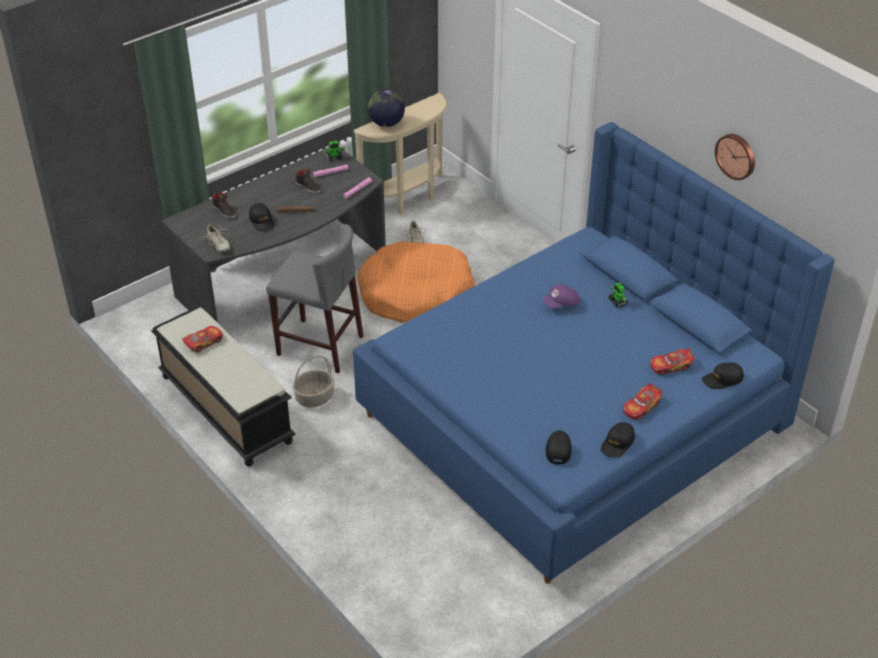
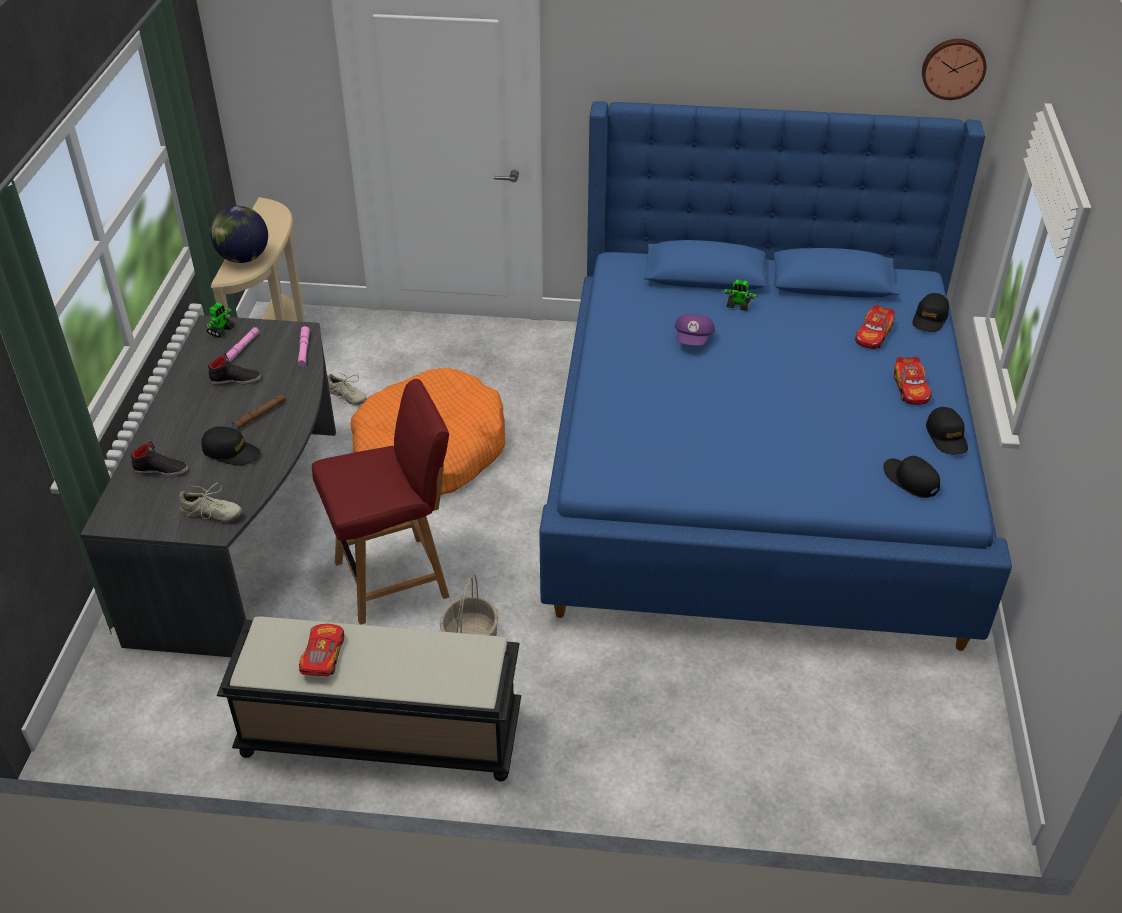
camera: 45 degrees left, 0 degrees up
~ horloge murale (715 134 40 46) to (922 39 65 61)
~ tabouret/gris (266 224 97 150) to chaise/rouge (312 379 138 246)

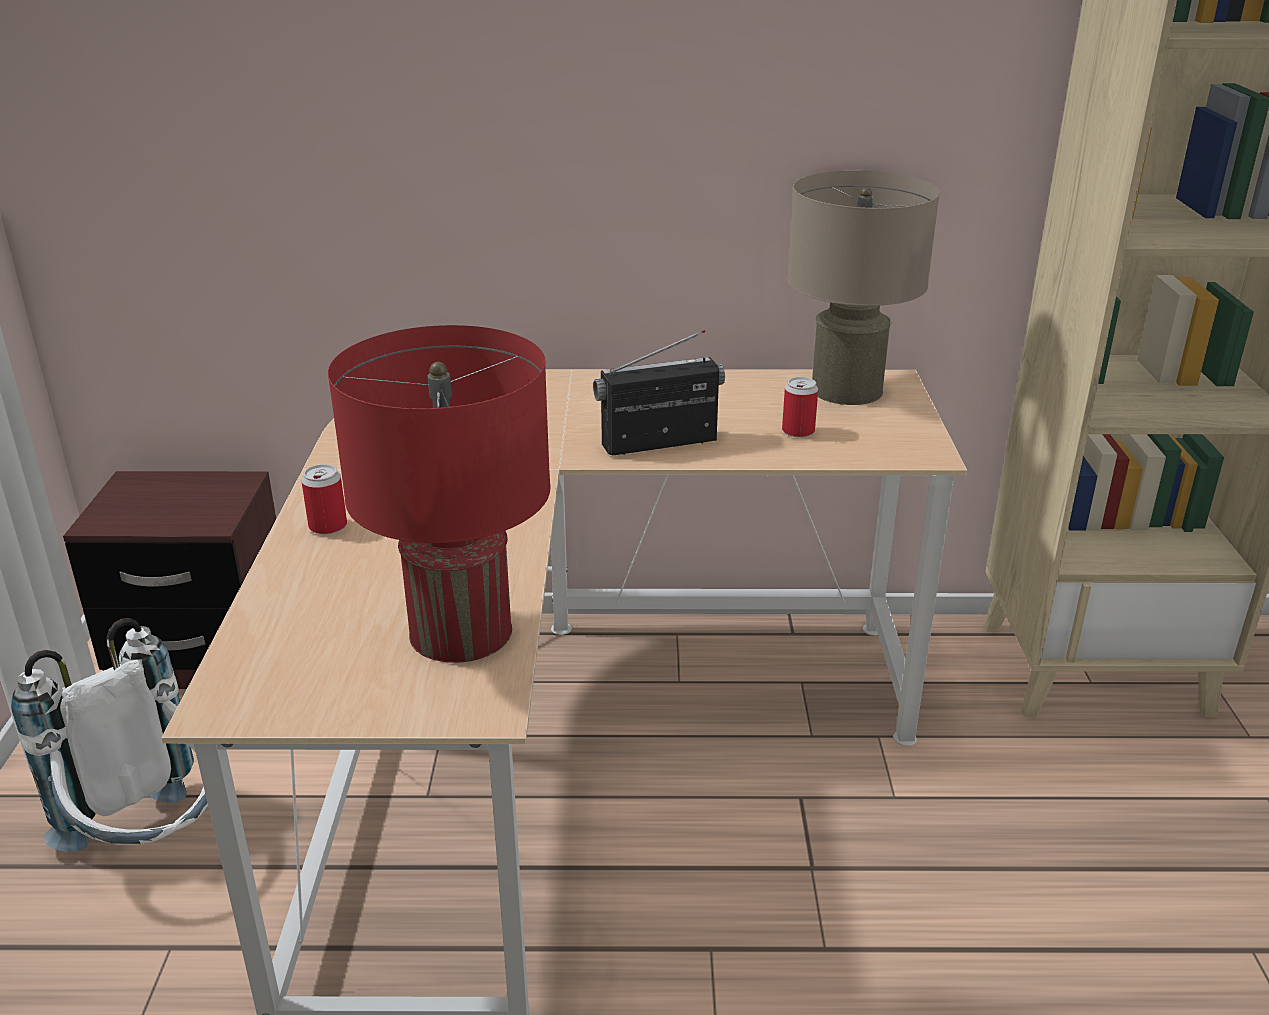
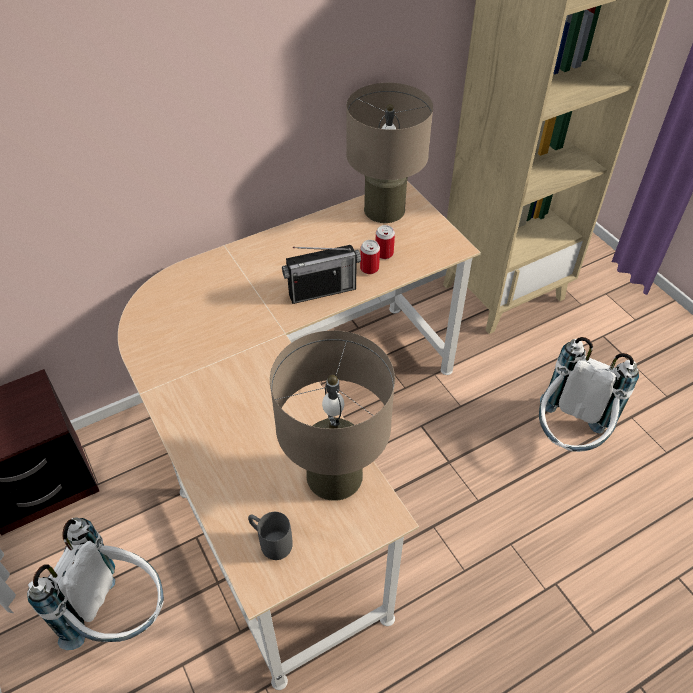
camera: 30 degrees left, 20 degrees up
+ mug/gris (248 512 45 48)
+ sac à dos/blanc (539 337 100 115)
~ boîte métallique (301 464 46 70) to (360 240 20 34)
~ lampe de table/rouge (328 325 222 338) to lampe de table/beige (270 330 125 171)
~ radio (593 330 132 126) = (282 245 79 59) 150 degrees counterclockwise

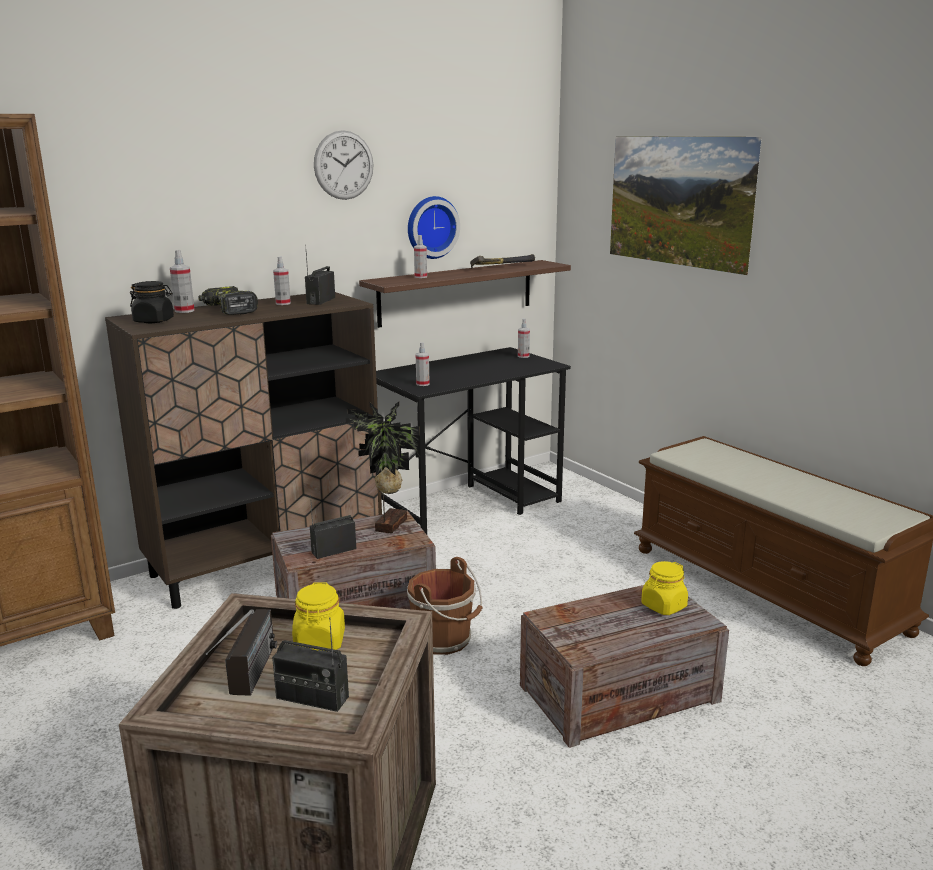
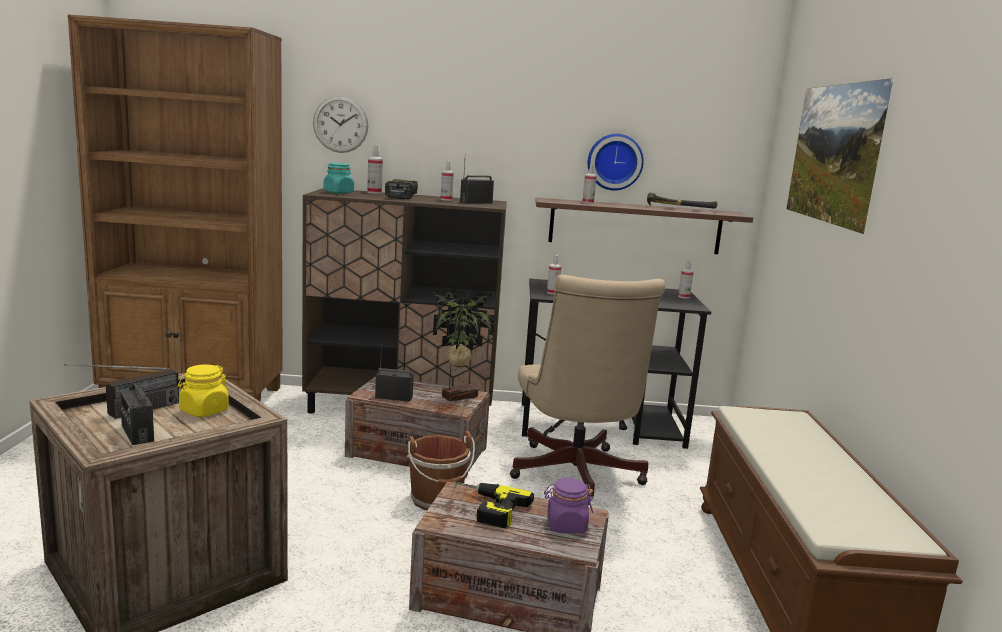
camera: 35 degrees right, 5 degrees down
+ perceuse (452 481 82 47)
+ chaise de bureau/beige (510 275 155 226)
~ horloge murale (314 130 60 70) to (313 96 55 57)
~ bocal/noir (130 281 44 42) to bocal/turquoise (323 163 31 31)
~ bocal/jaune (641 561 47 54) to bocal/violet (544 478 49 55)

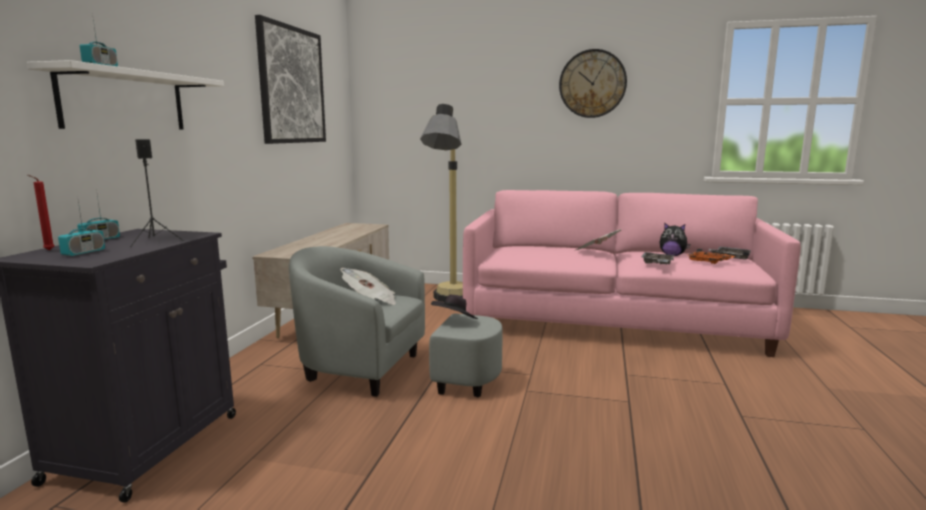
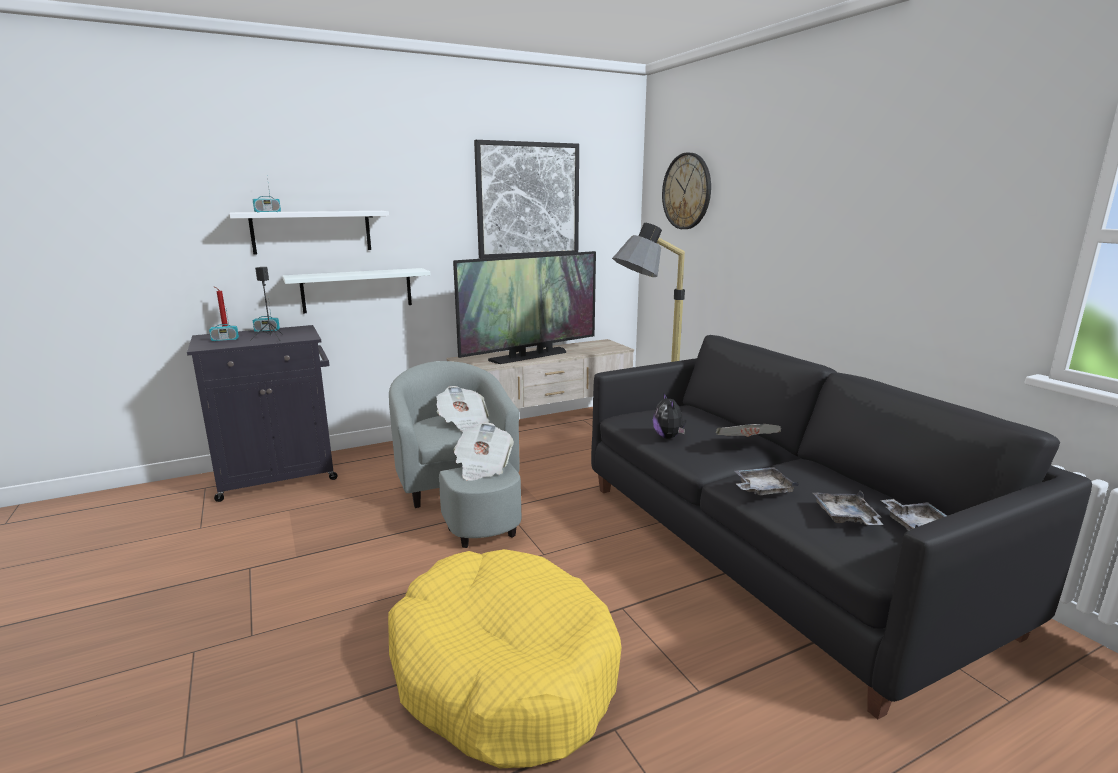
camera: 50 degrees right, 5 degrees up
+ étagère/blanc (283 268 147 45)
+ panier pour chien/jaune (388 549 233 219)
+ téléviseur (453 251 143 113)
~ horloge murale (559 49 68 69) to (662 153 49 76)
~ peluche (660 223 31 33) to (653 392 33 47)
~ chapeau/noir (431 295 47 24) to journal (453 423 61 57)
~ canapé/rose (463 190 338 167) to canapé/noir (591 335 501 385)
~ plateau/orange (687 248 48 16) to plateau/gris (813 491 71 34)

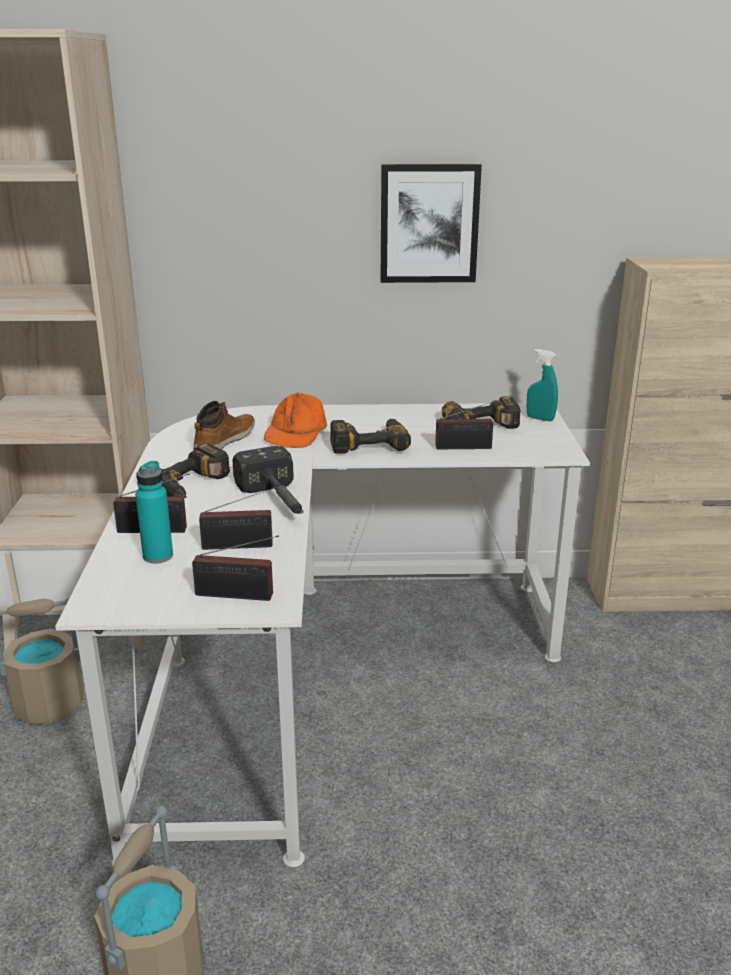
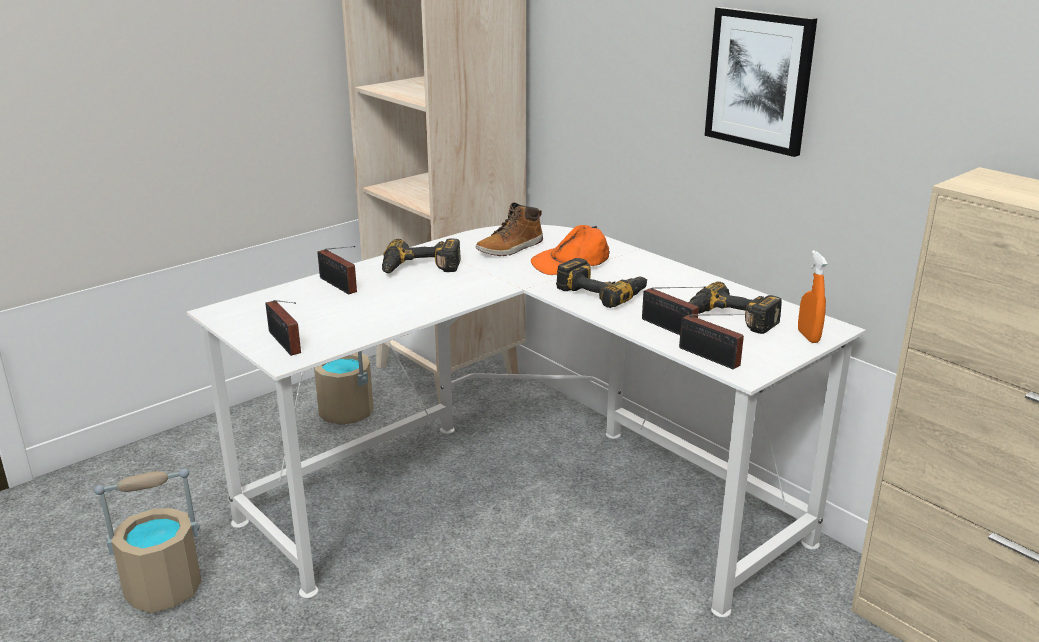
camera: 50 degrees right, 0 degrees up
- bouteille/turquoise (135 461 38 102)
- marteau (232 446 72 68)
~ radio (199 486 79 64) to (679 314 73 55)
~ vaporisateur/turquoise (527 349 31 72) to vaporisateur/orange (798 250 29 93)
~ botte (194 401 61 49) = (476 202 67 54) 150 degrees clockwise

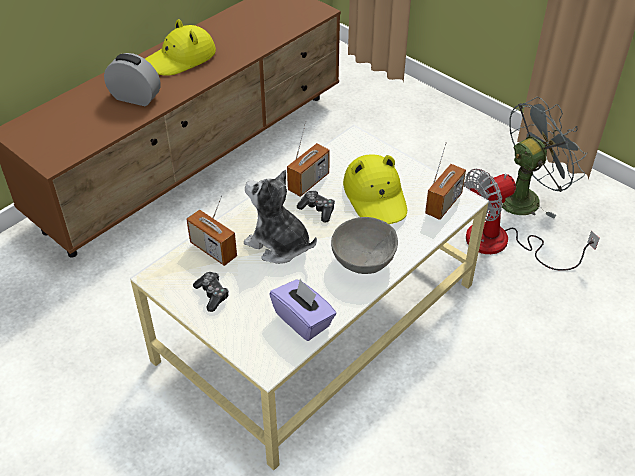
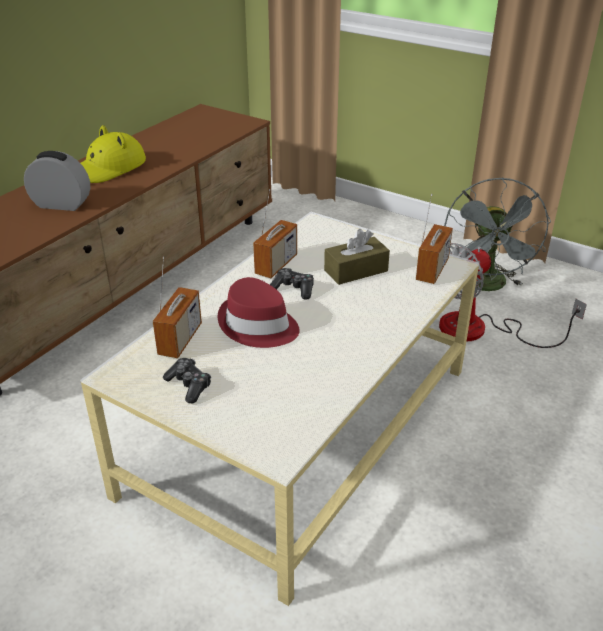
camera: 10 degrees left, 10 degrees down
- boîte à mouchoirs/violet (269 279 67 62)
- bol/gris (331 217 67 57)
~ peluche (244 170 73 94) to chapeau/rouge (218 277 82 71)
~ chapeau/jaune (343 154 64 70) to boîte à mouchoirs/marron (324 229 66 56)
~ radio (186 195 51 71) = (153 256 49 102) 105 degrees counterclockwise
~ ventilateur/gris (501 97 86 121) = (444 177 107 114) 135 degrees clockwise

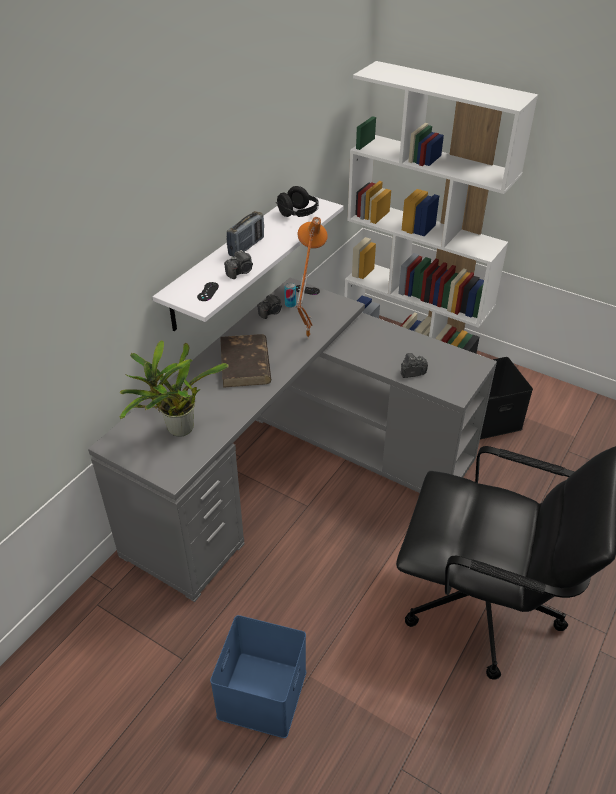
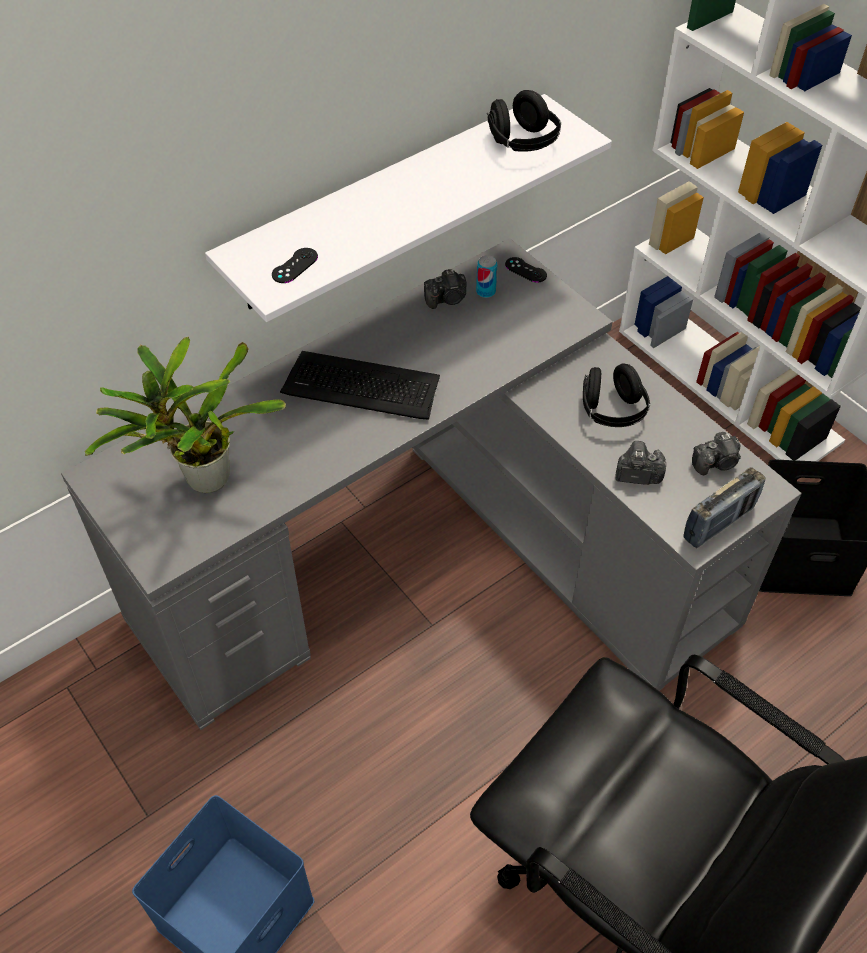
camera: 20 degrees right, 10 degrees up
- lampe de table/orange (296 217 32 121)
+ casque audio/noir (583 363 67 64)
~ appareil photo (224 250 29 29) to (692 432 49 43)
~ radio (227 211 37 46) to (684 467 82 81)
~ livre/marron (220 334 51 54) to clavier (280 351 160 69)

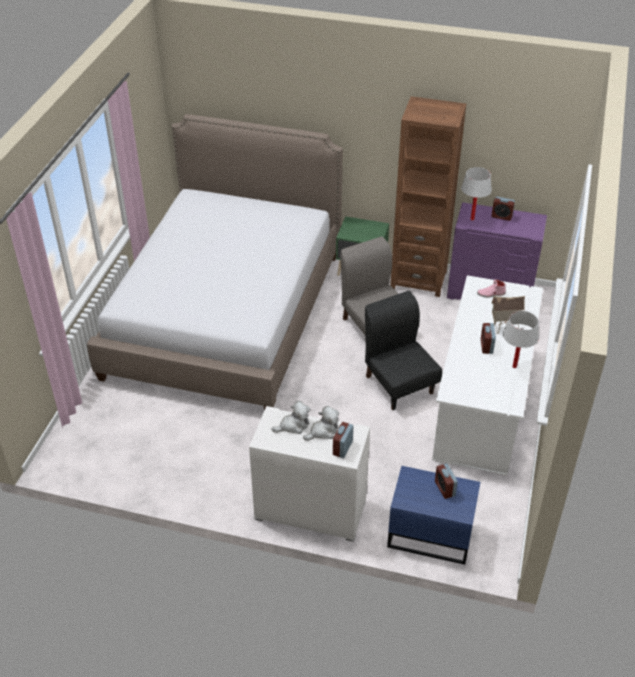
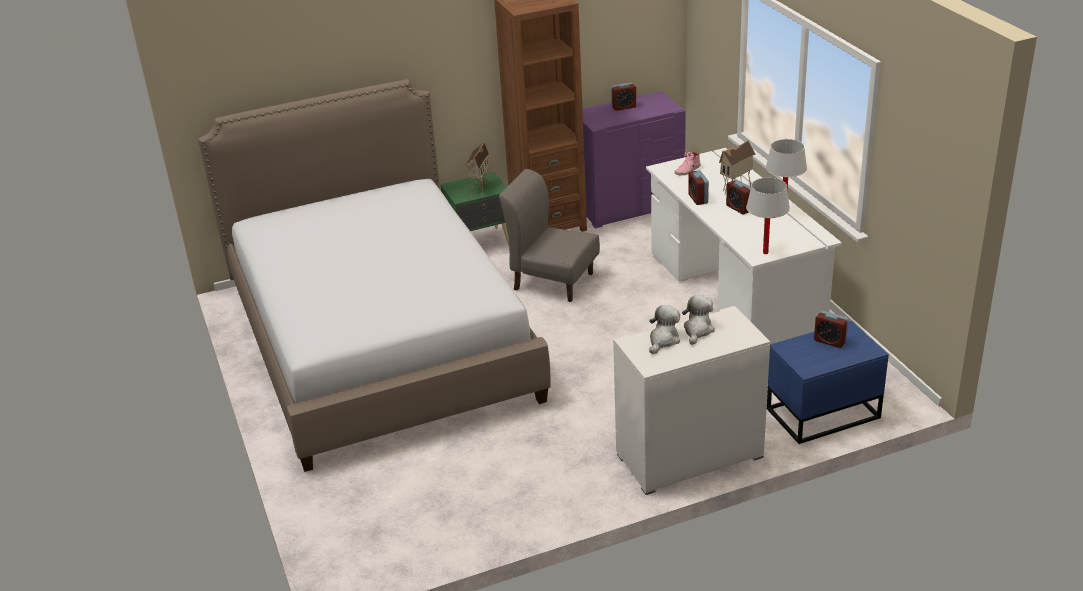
camera: 35 degrees left, 10 degrees down
- chaise/noir (365 291 77 119)
+ maison miniature (465 142 25 54)
~ réveil (333 422 20 36) to (688 170 21 35)
~ lampe de table/blanc (461 167 31 54) to (746 177 44 77)

